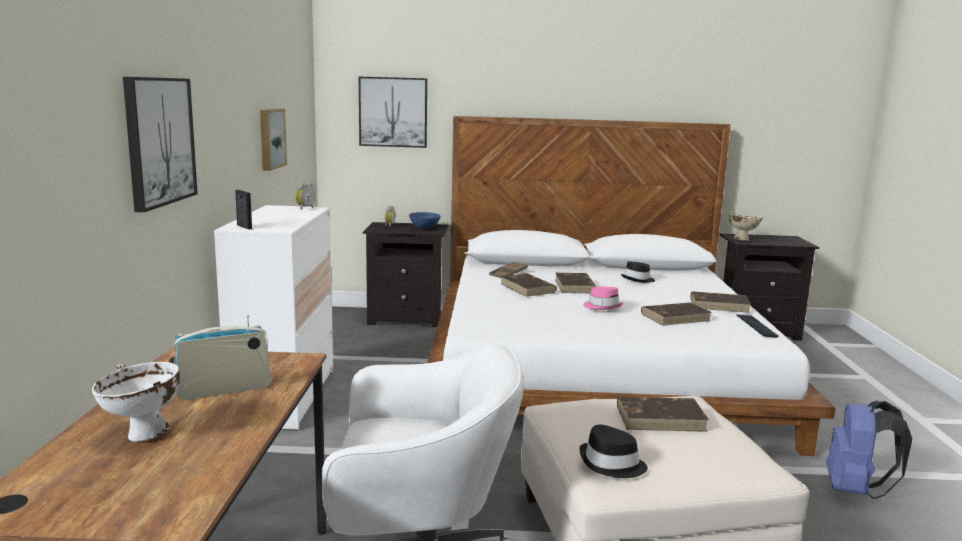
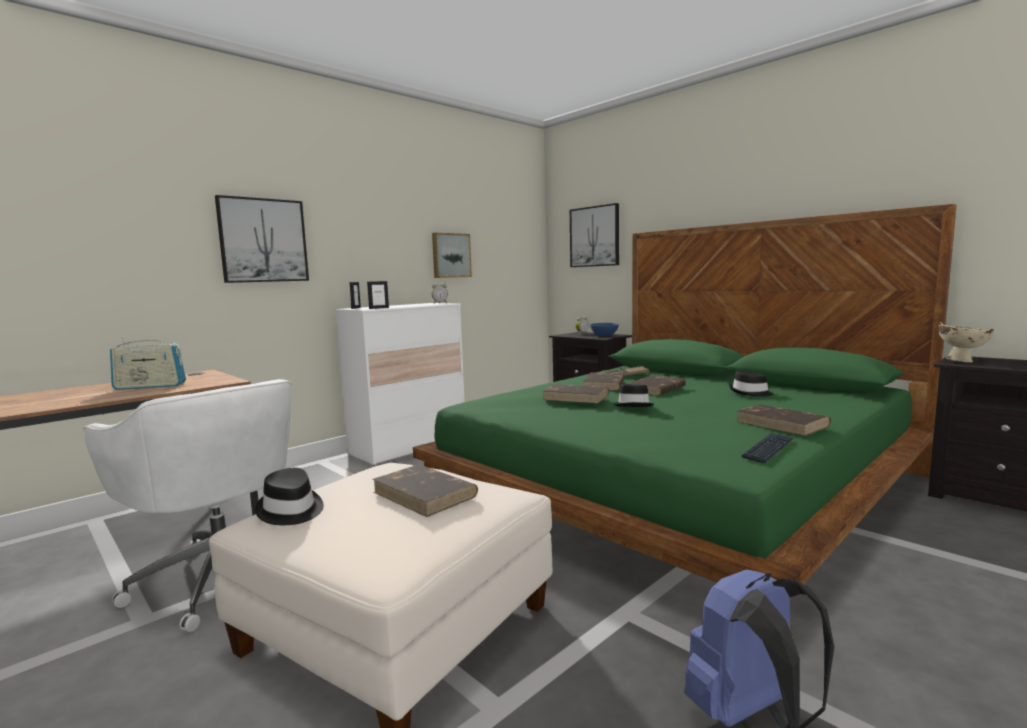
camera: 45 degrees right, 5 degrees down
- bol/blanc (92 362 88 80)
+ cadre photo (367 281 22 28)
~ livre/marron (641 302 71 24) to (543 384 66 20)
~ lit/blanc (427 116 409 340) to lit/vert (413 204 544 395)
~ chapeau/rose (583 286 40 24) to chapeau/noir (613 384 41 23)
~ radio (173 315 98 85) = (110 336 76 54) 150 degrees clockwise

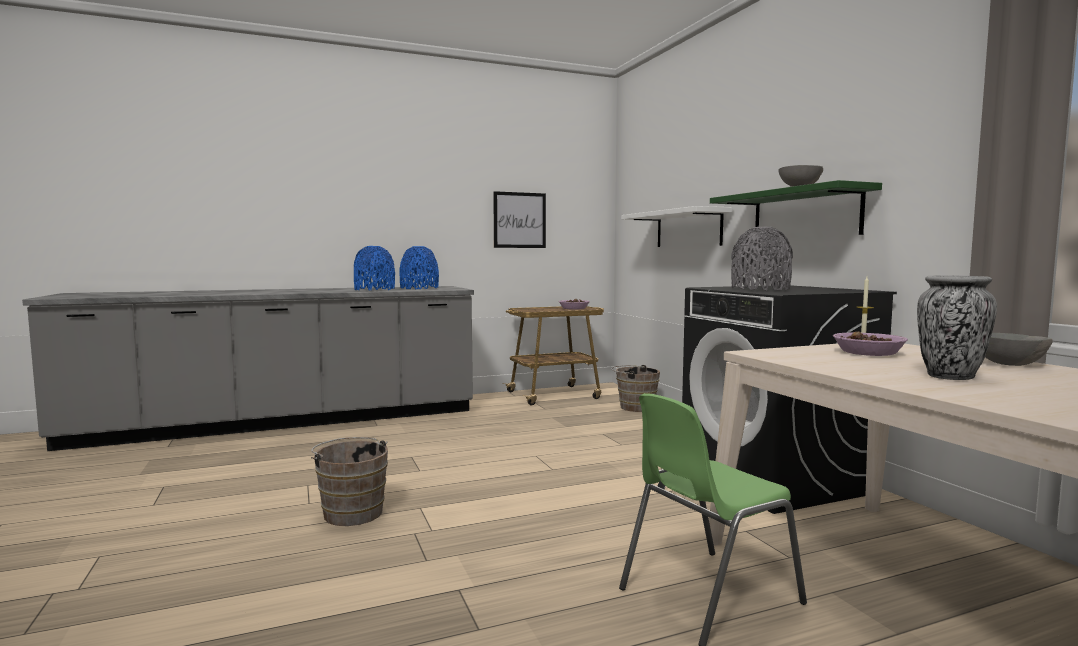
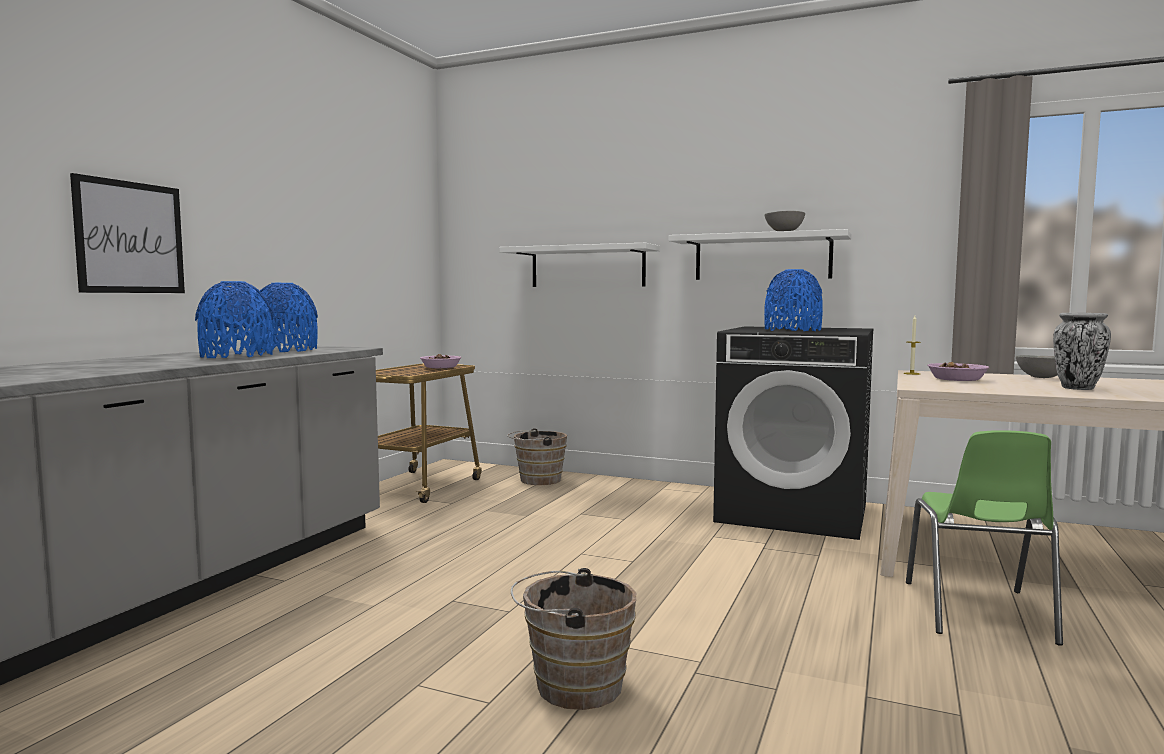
camera: 45 degrees left, 0 degrees up
~ tableau (493 191 53 57) to (70 173 115 120)
~ étagère/vert (710 180 172 55) to étagère/blanc (668 229 183 51)
~ vase/gris (731 227 62 64) to vase/bleu (764 269 59 62)

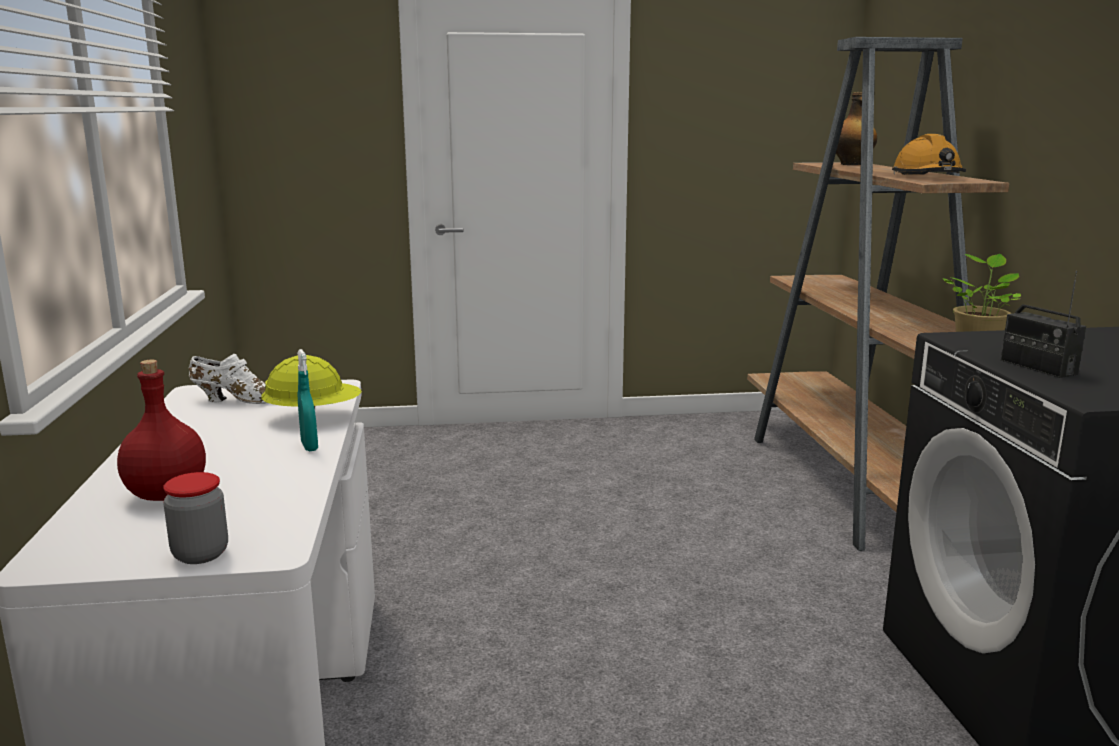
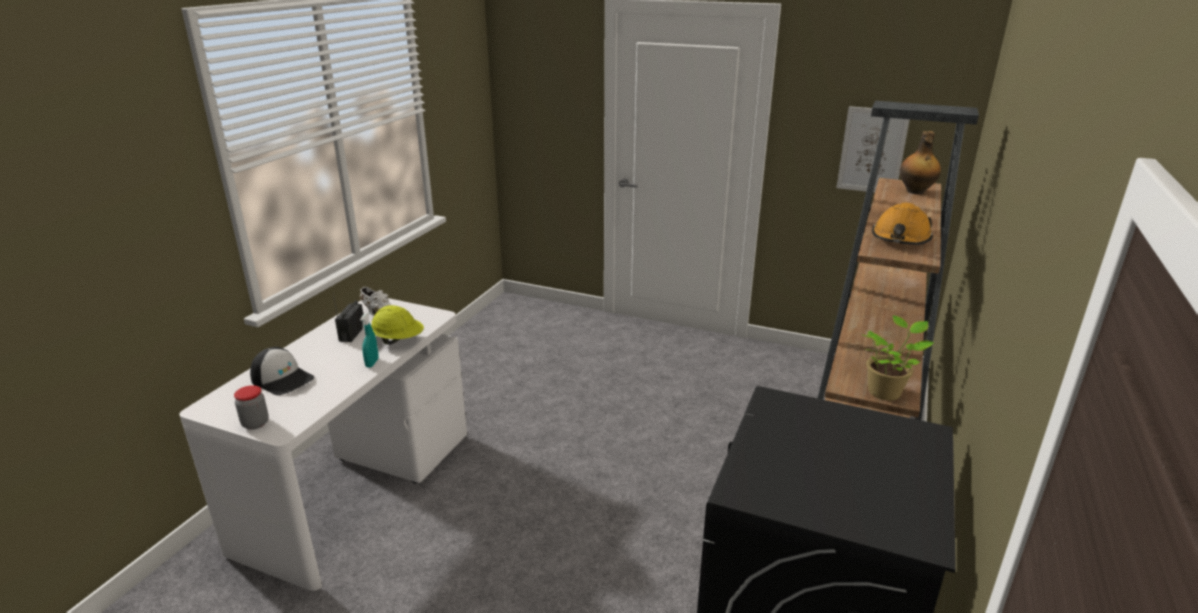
camera: 30 degrees right, 10 degrees up
+ tableau (837 106 73 87)
~ radio (1001 271 85 107) to (333 293 30 49)
~ bouteille/rouge (117 360 89 141) to casquette (250 347 64 48)

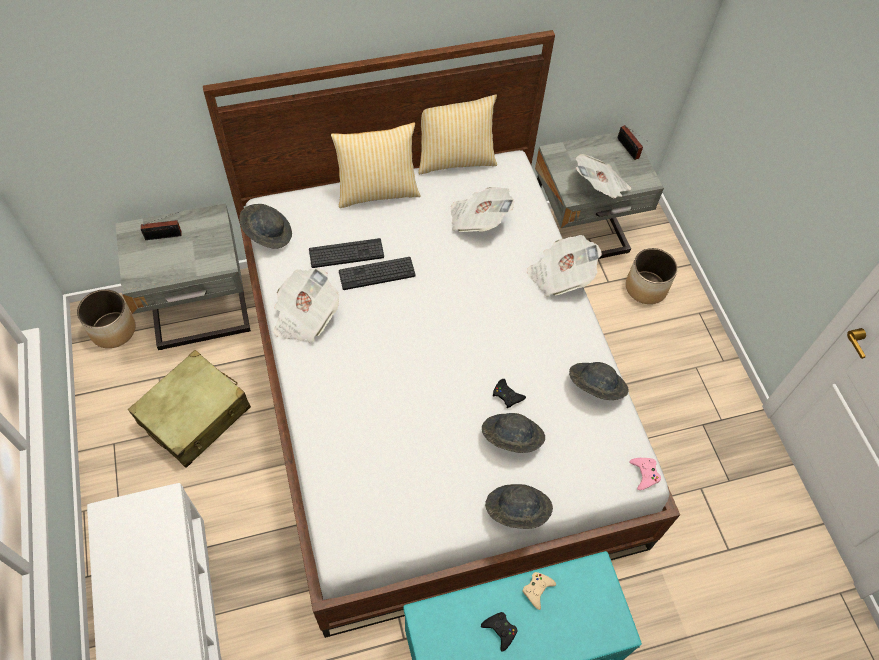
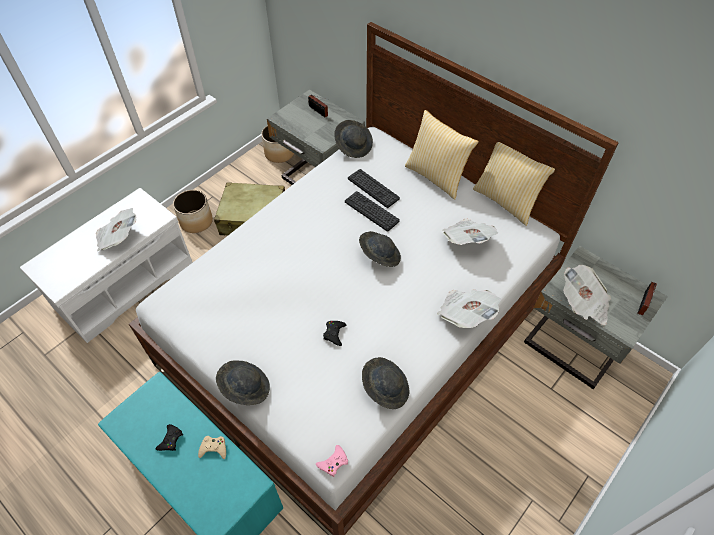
camera: 60 degrees right, 5 degrees down
~ journal (274 268 65 75) to (96 208 40 43)
~ chapeau/gris (482 413 63 40) to (359 231 42 36)
~ cache-pot (626 248 52 56) to (173 190 40 43)

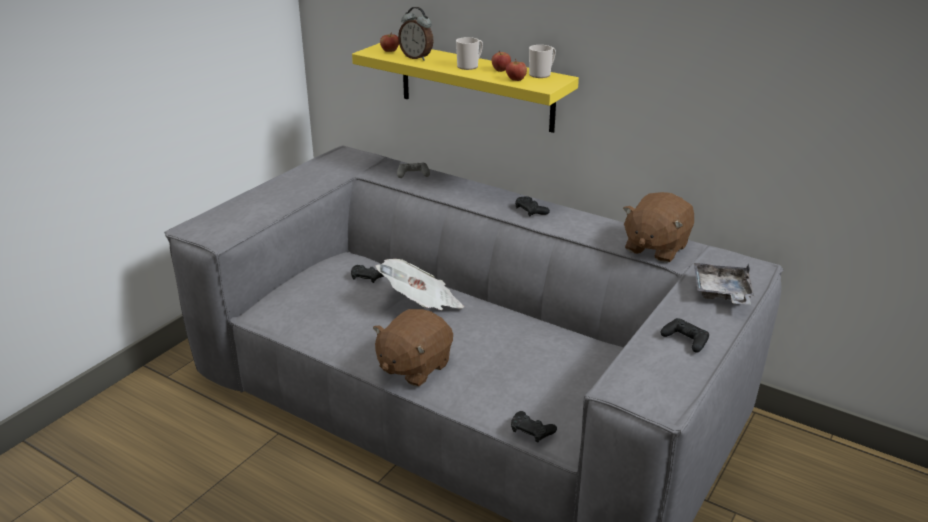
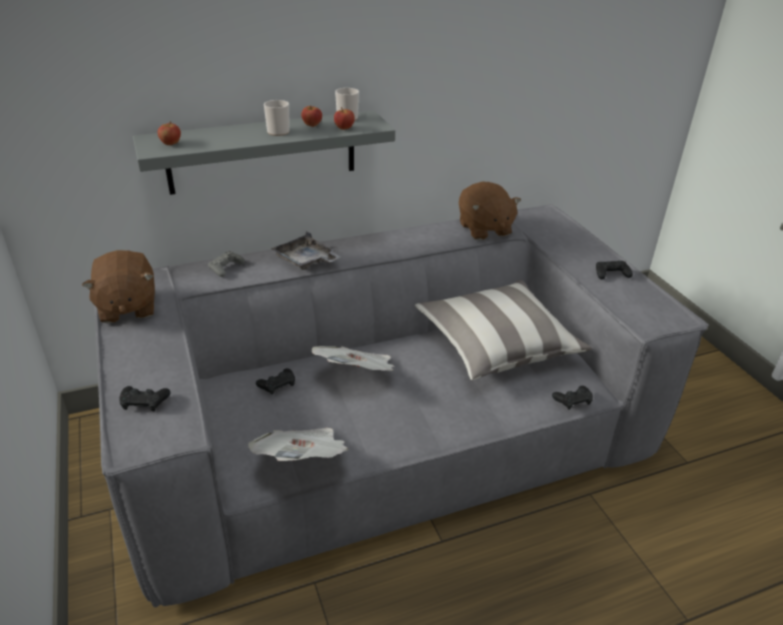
camera: 55 degrees left, 5 degrees up
- réveil (398 7 36 53)
+ journal (248 428 101 33)
+ coussin (415 280 177 100)
~ peluche/marron (373 309 80 78) to (82 250 73 73)
~ manette/noir (515 196 35 21) to (119 386 51 25)
~ plateau/gris (694 263 60 42) to (271 231 70 39)
~ étagère/jaune (352 43 227 90) to étagère/gris (133 111 262 84)

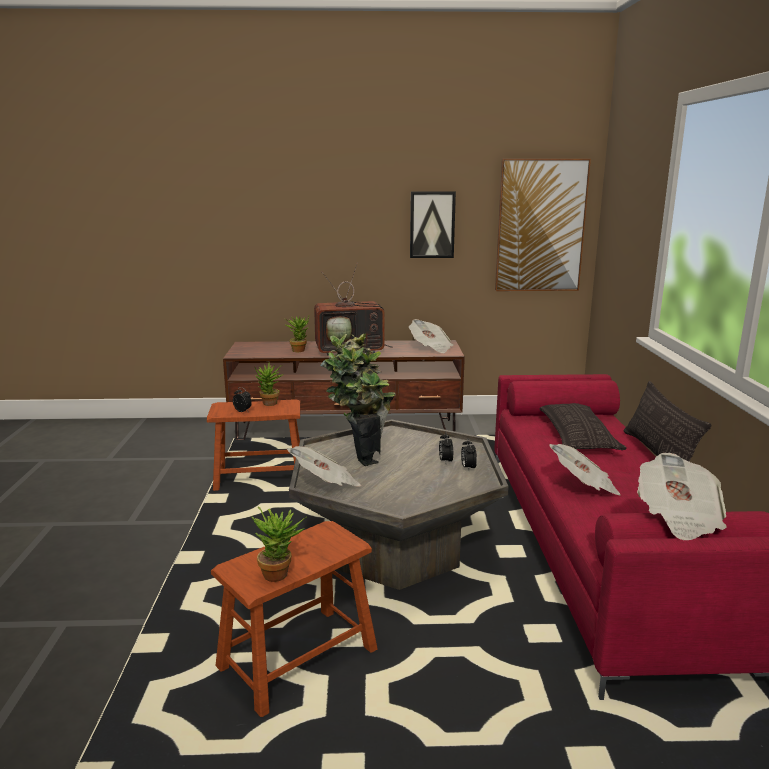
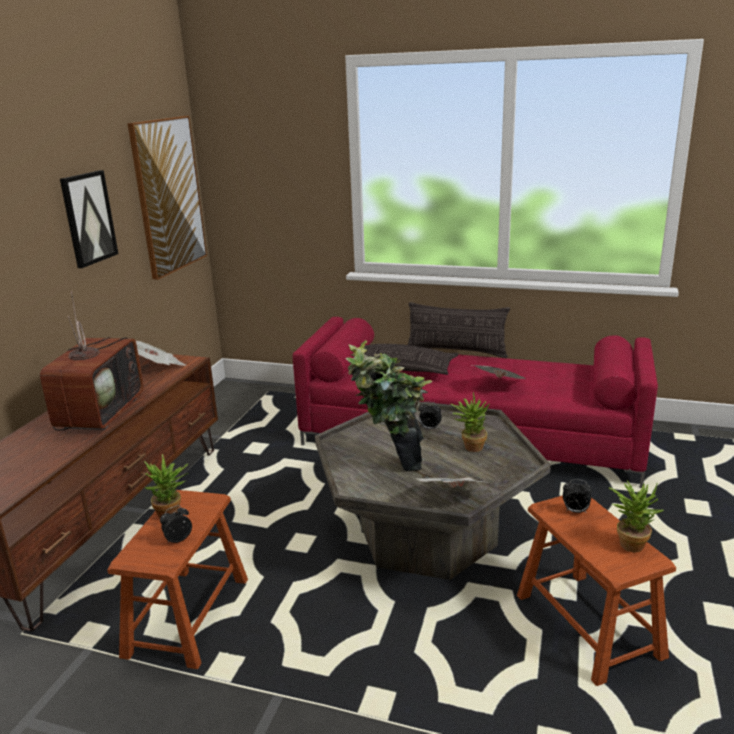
camera: 70 degrees left, 5 degrees up
- journal (637 453 90 87)
~ plante en pot (284 317 25 35) to (450 392 40 60)
~ réveil (461 438 16 32) to (563 479 30 34)

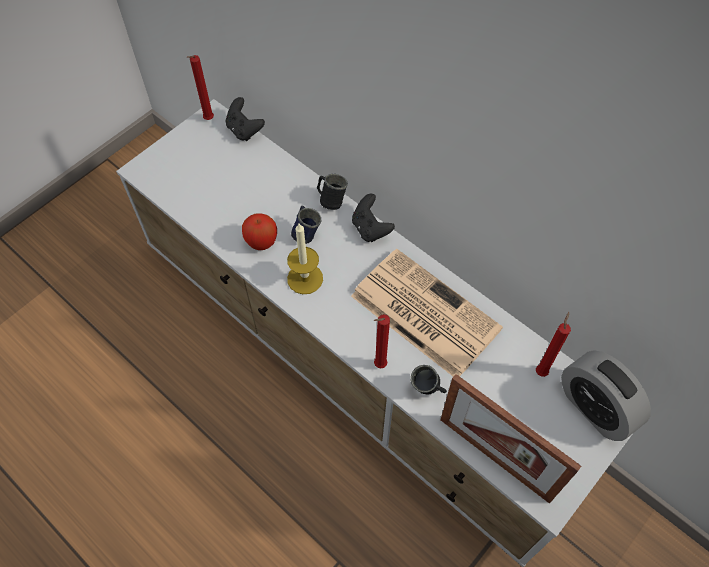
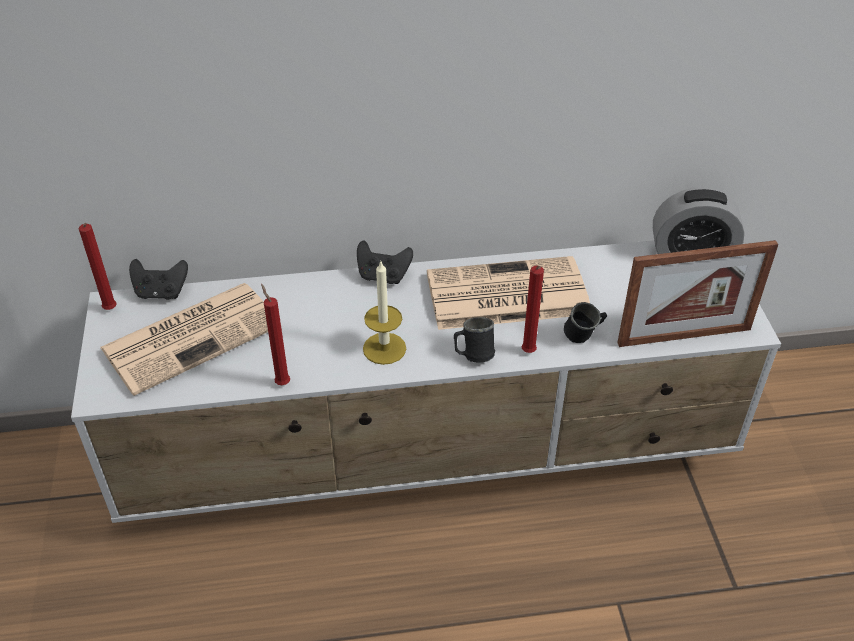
camera: 50 degrees left, 15 degrees down
- pomme (242 213 35 37)
- mug/bleu (291 206 31 38)
+ journal (100 283 168 113)
~ mug/noir (317 174 31 36) to (454 317 41 46)
~ bougie/rouge (536 312 35 65) to (261 284 29 101)

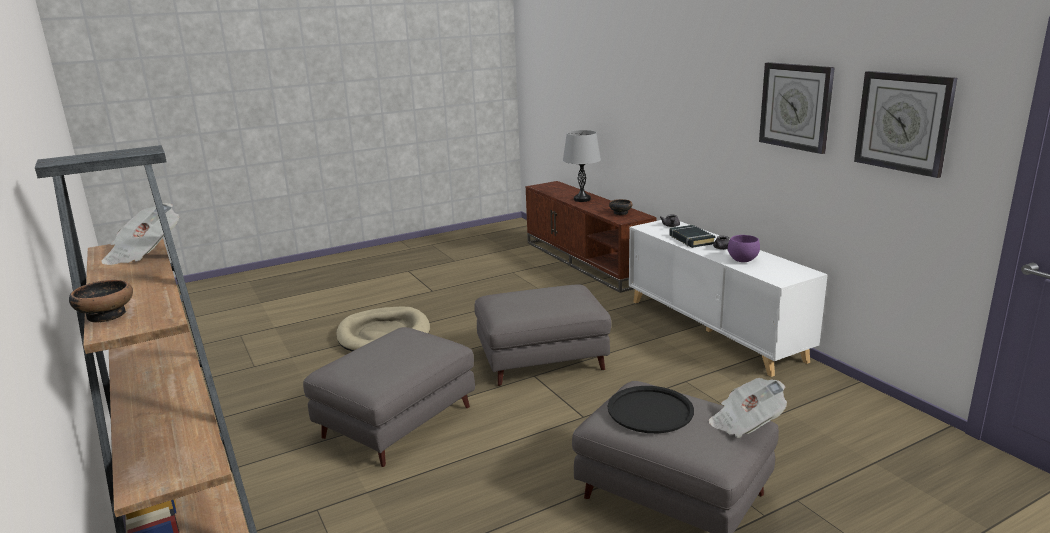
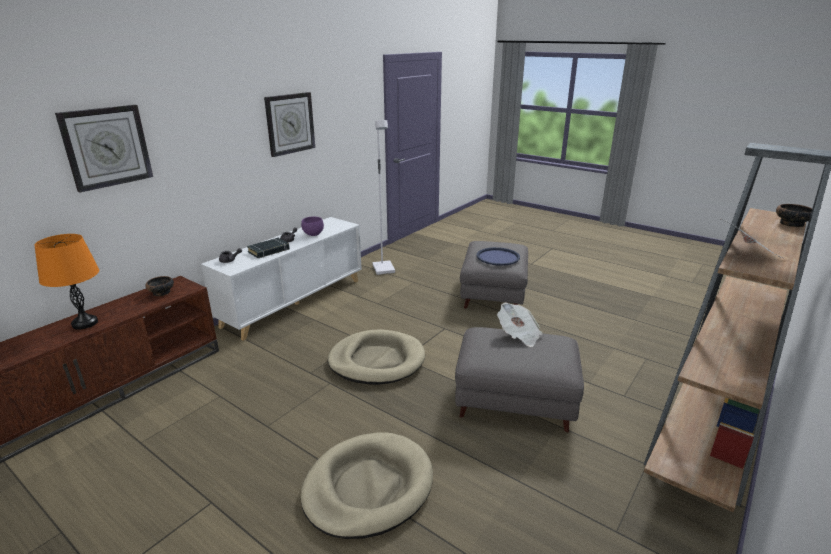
camera: 115 degrees left, 5 degrees up
+ lampadaire/blanc (372 120 23 155)
~ journal (709 378 78 60) to (497 303 45 44)
~ horloge murale (854 71 103 107) to (55 105 98 88)
~ pouf/gris (474 285 137 101) to panier pour chien/beige (328 330 97 55)
~ lampe de table/gris (563 130 38 72) to lampe de table/orange (35 234 64 96)
~ plateau/noir (608 386 86 47) to plateau/bleu (477 247 43 19)

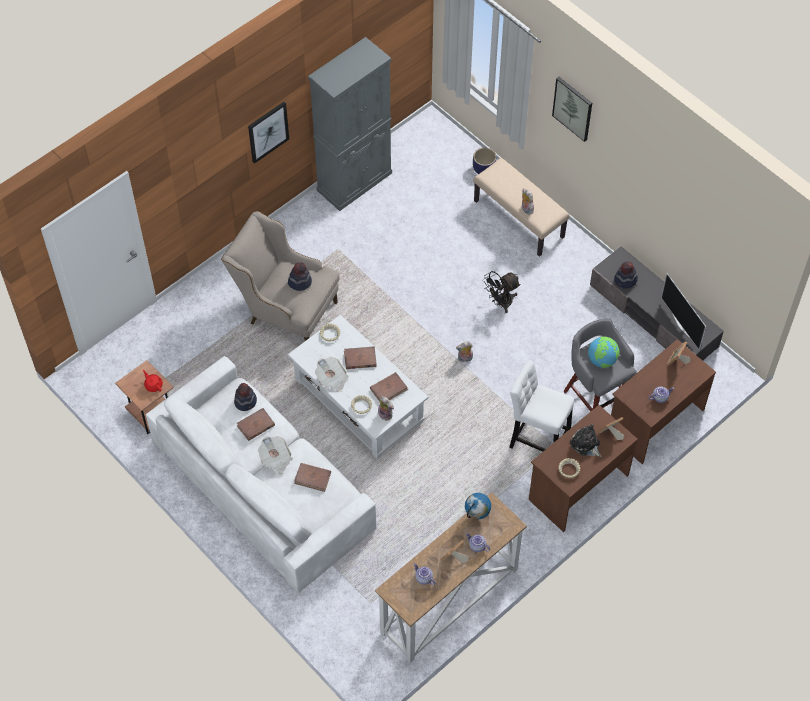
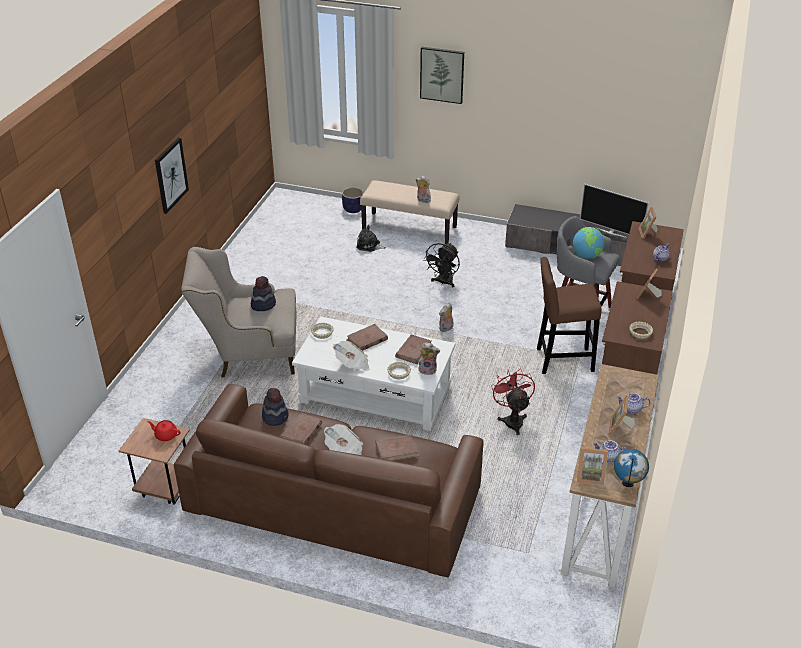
camera: 30 degrees left, 20 degrees down
- meuble de rangement/gris (308 37 84 174)
- chapeau (614 261 24 28)
+ ventilateur/rouge (491 368 44 67)
+ cadre photo (577 447 31 38)
~ globe (465 493 26 26) to (614 449 35 38)
~ peluche (570 424 32 33) to (356 225 30 27)
~ canapé/blanc (146 356 230 237) to canapé/marron (174 384 310 193)
~ tabouret/blanc (509 360 65 92) to tabouret/marron (537 257 65 117)

